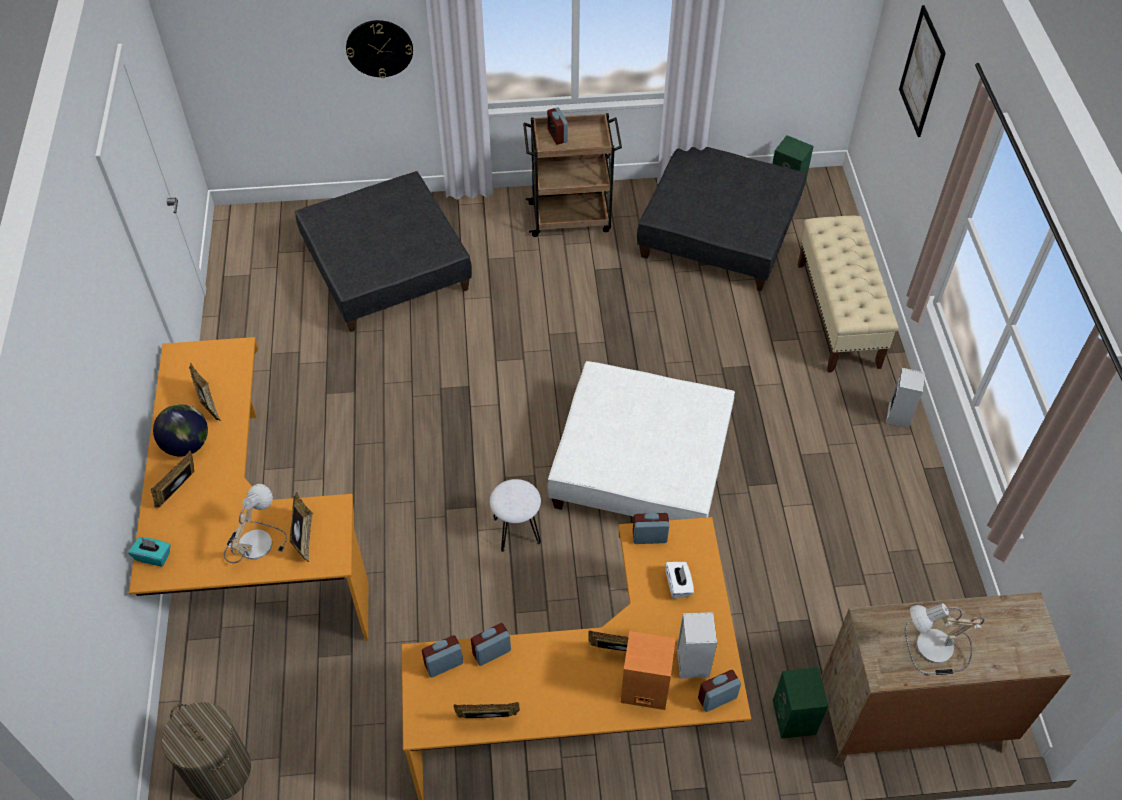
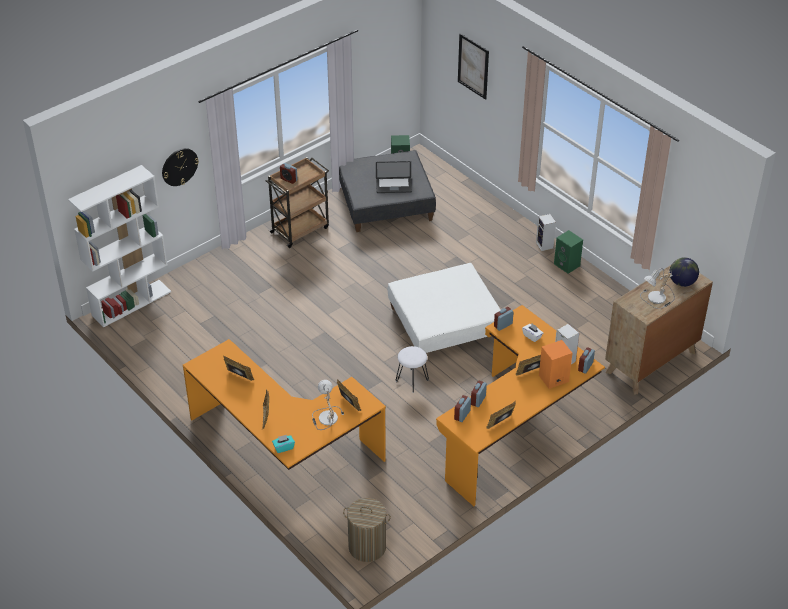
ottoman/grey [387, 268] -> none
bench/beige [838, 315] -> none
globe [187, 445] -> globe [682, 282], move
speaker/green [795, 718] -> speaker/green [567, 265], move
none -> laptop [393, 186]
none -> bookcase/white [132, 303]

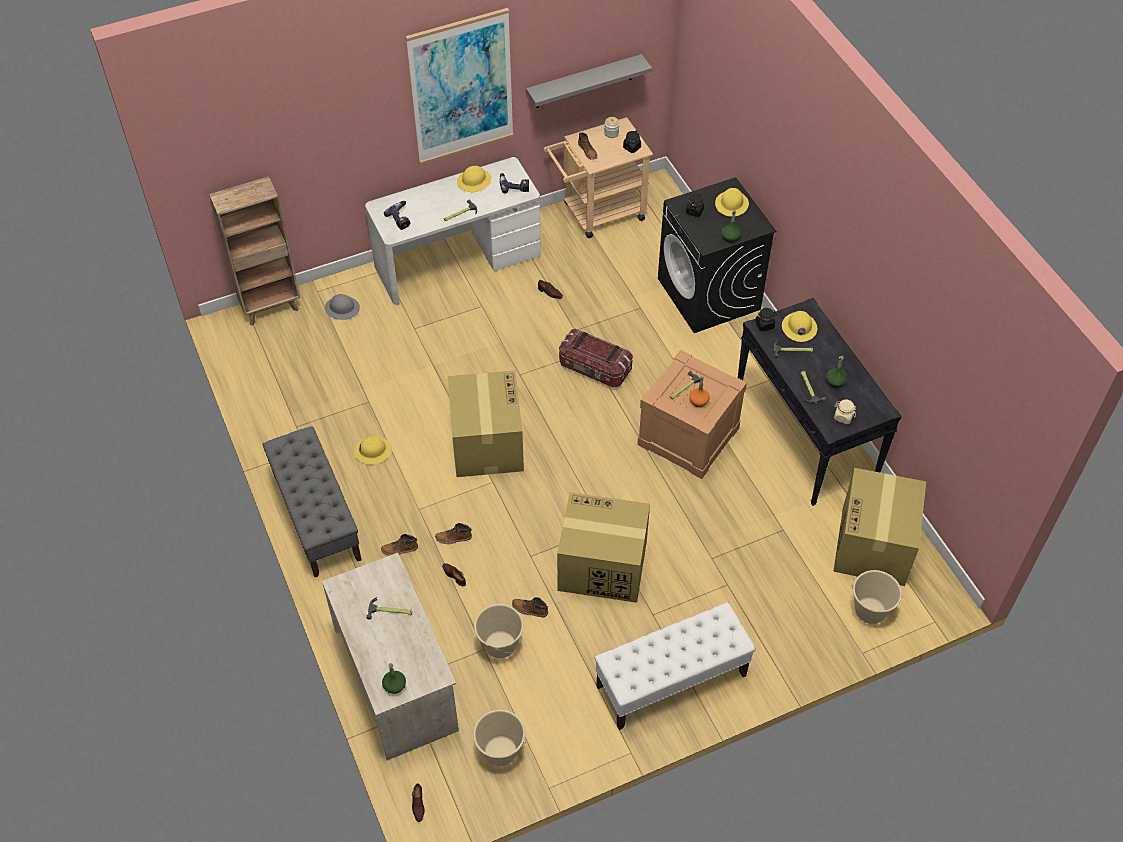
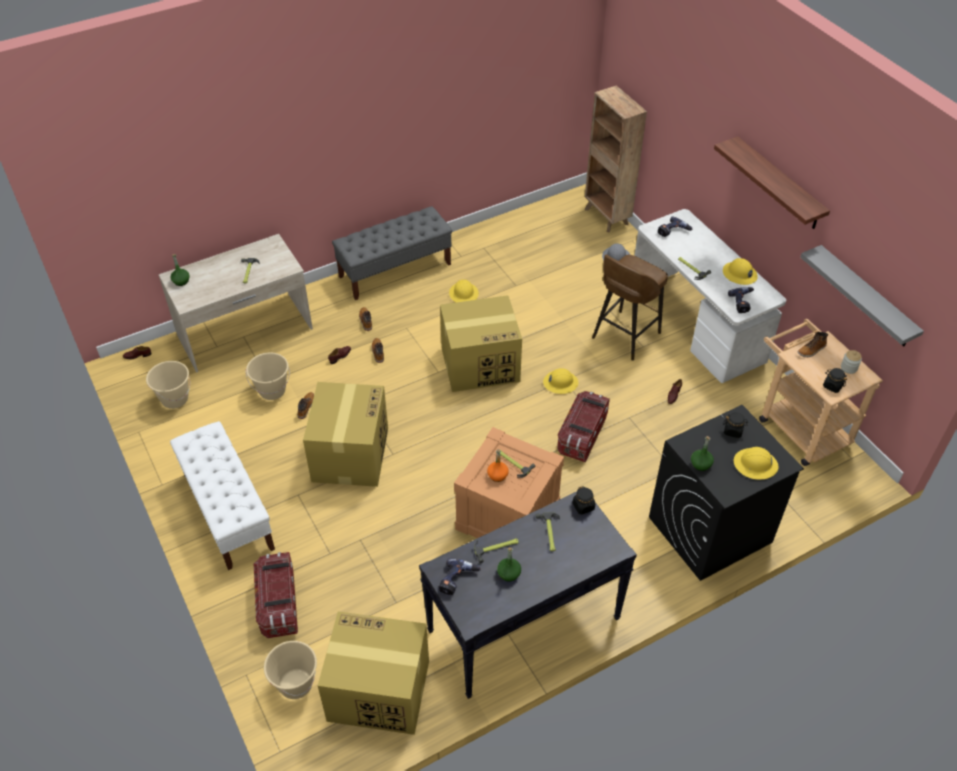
picture [461, 87] -> shelf [778, 184]
hard hat/yellow [799, 328] -> hard hat/yellow [560, 382], move
jar/beige [843, 417] -> power drill [458, 580]
none -> stool/brown [624, 336]
none -> storage box [279, 604]

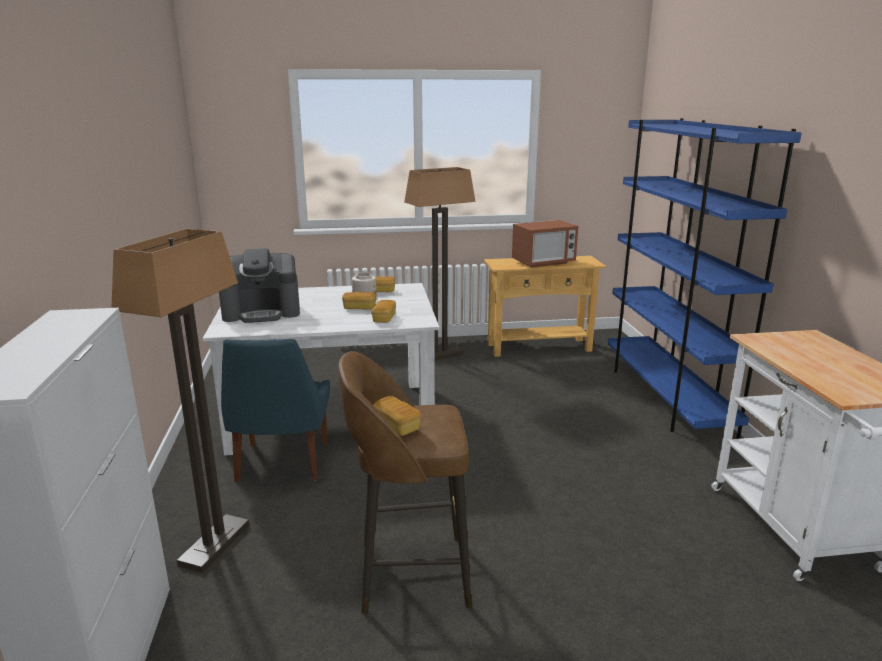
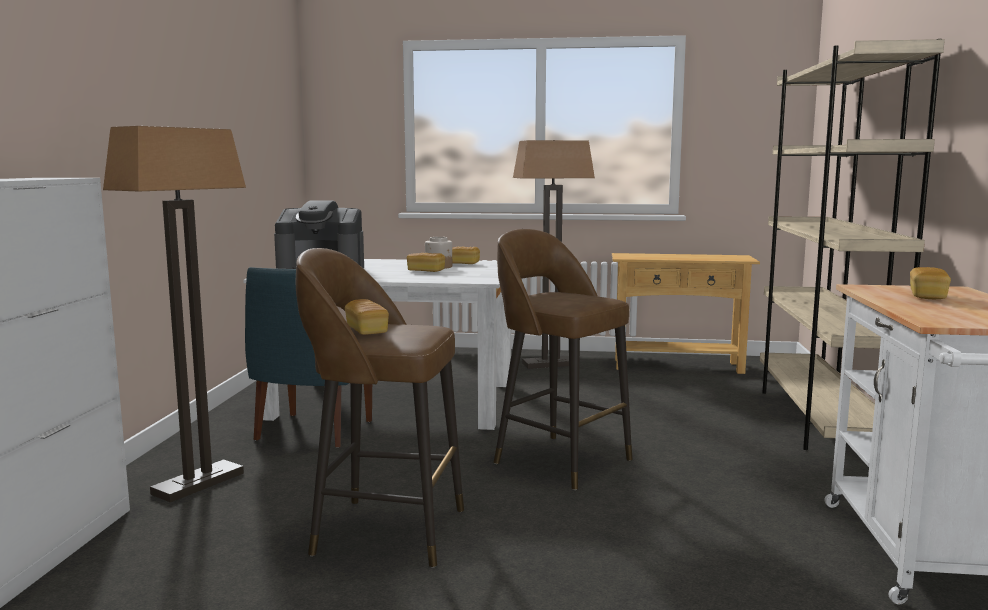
bookcase/blue [666, 397] -> bookcase/beige [819, 420]
microwave [543, 262] -> none
bread [384, 318] -> bread [927, 296], move
none -> stool/brown [559, 460]

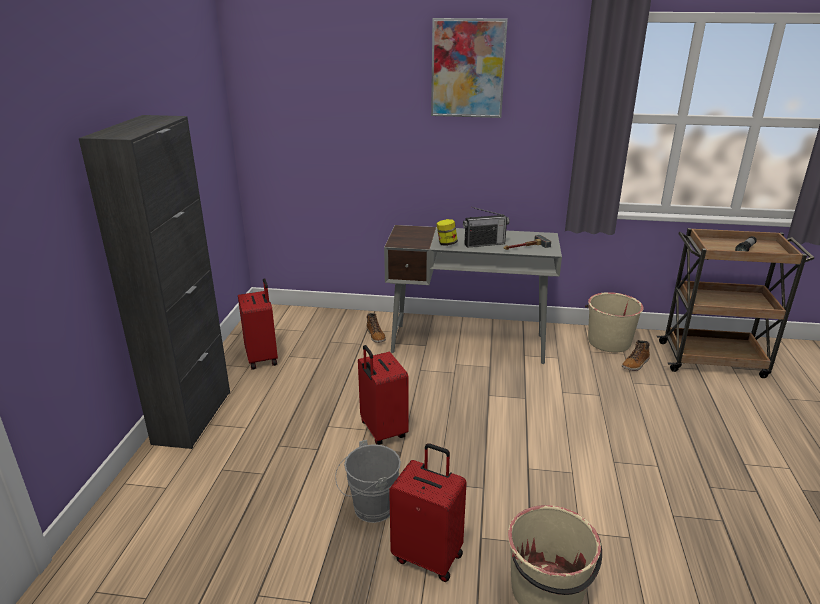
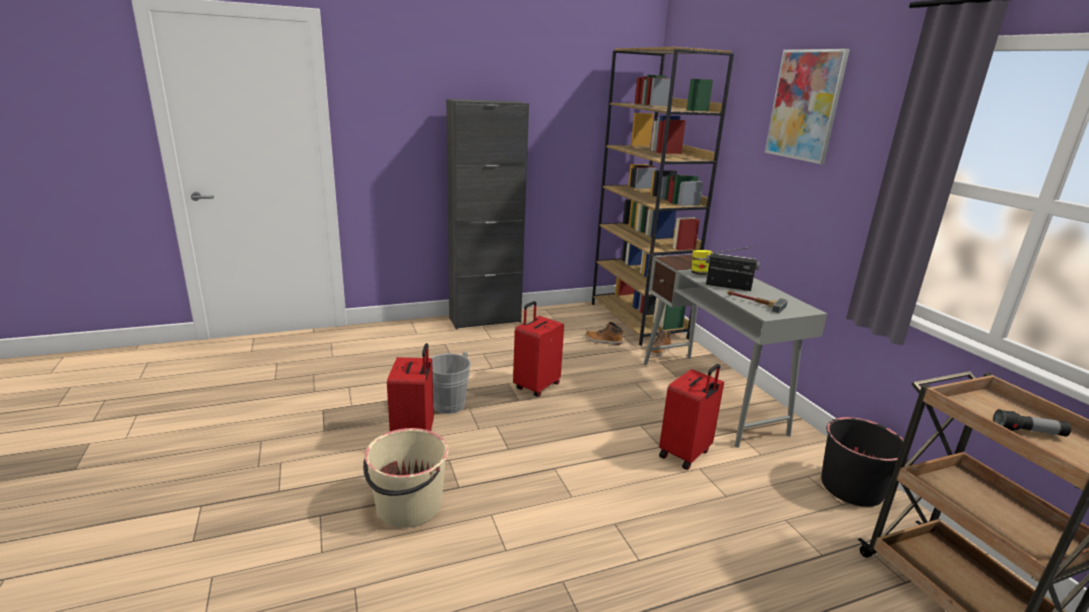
radio [484, 244] -> radio [728, 286], 150 degrees clockwise
suitcase/red [263, 358] -> suitcase/red [686, 454], move
bucket/beige [608, 341] -> bucket/black [852, 487]
boot [635, 364] -> boot [603, 341], move
none -> bookcase/brown [638, 320]

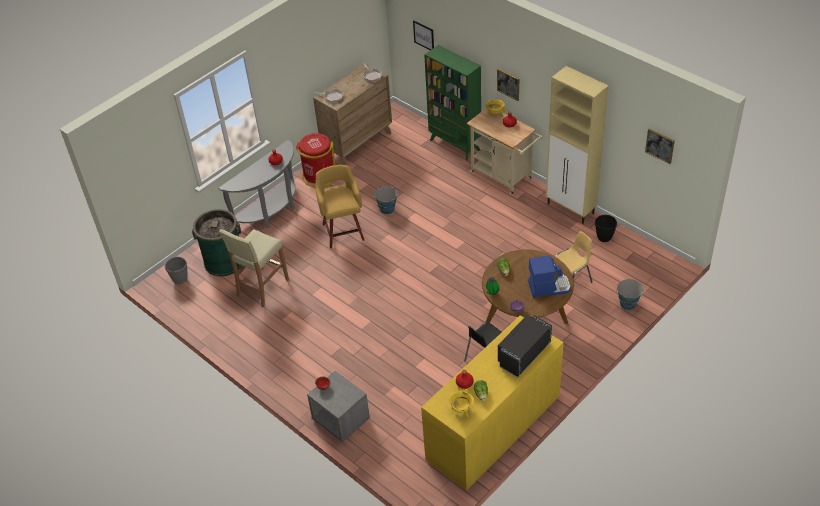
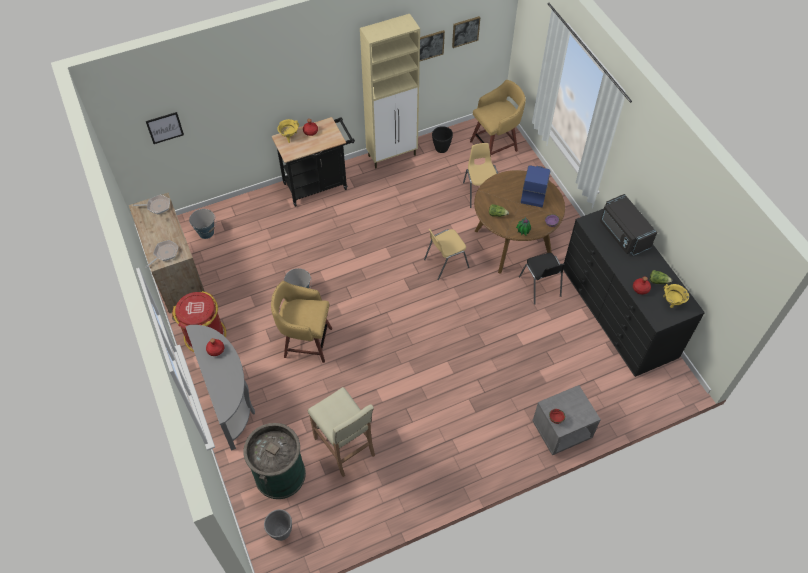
bookcase/green [455, 145] -> none
picture [508, 84] -> picture [430, 45], move
cart/beige [504, 177] -> cart/black [319, 184]
bucket [628, 304] -> bucket [206, 232], move
dresser/yellow [493, 427] -> dresser/black [618, 312]
none -> stool/yellow [495, 146]
none -> chair/yellow [445, 263]

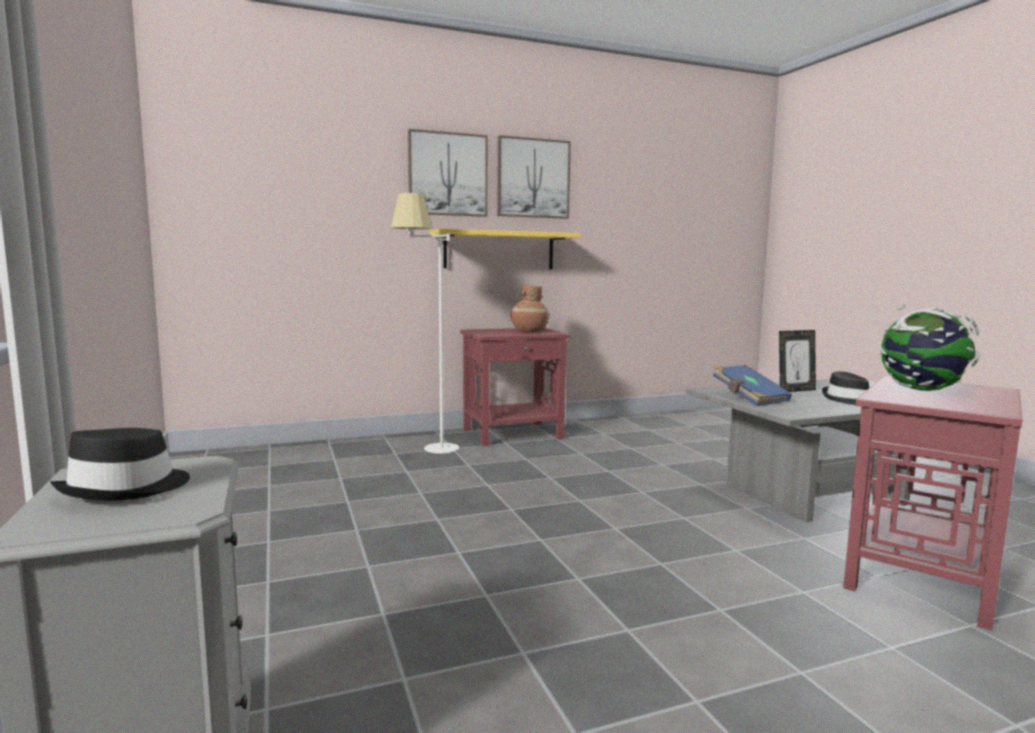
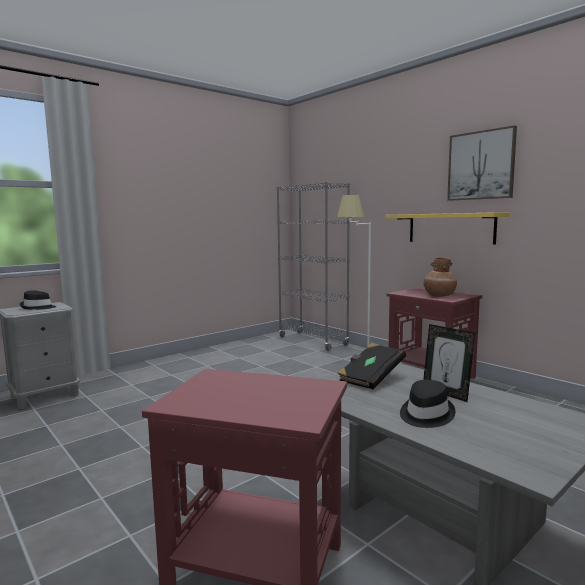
picture [448, 174] -> none
globe [922, 390] -> none
book/blue [749, 398] -> book/black [370, 378]
none -> bookcase/grey [313, 341]

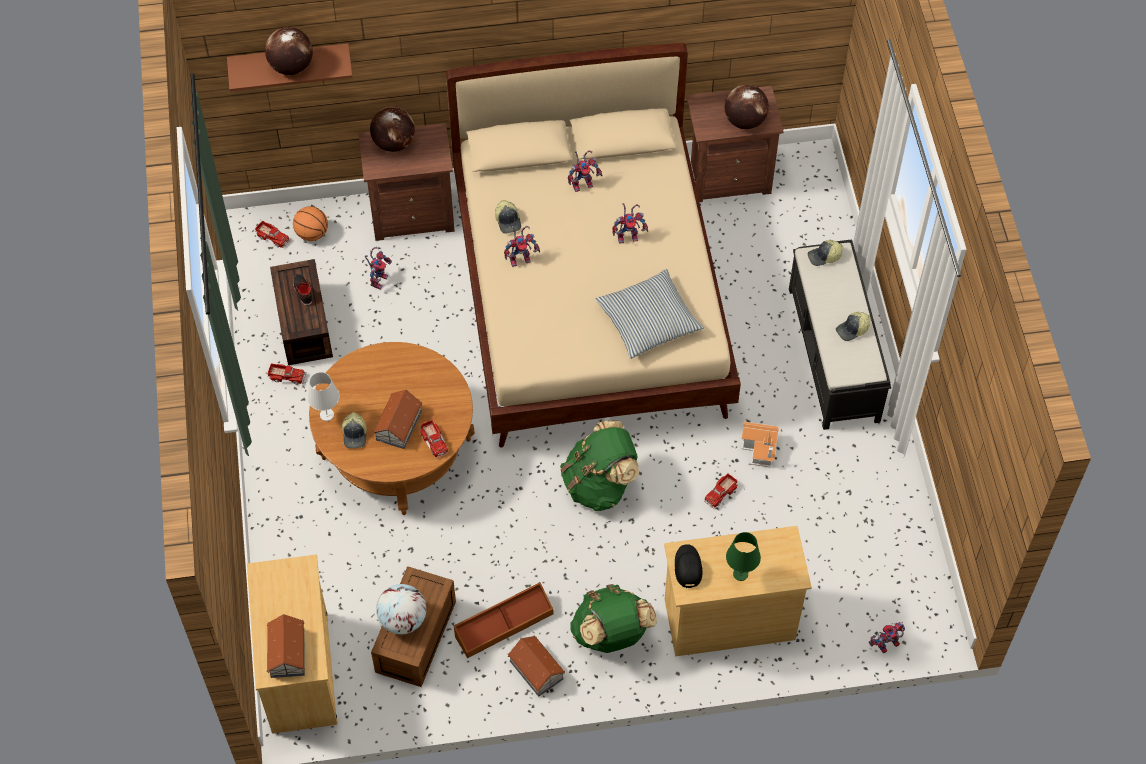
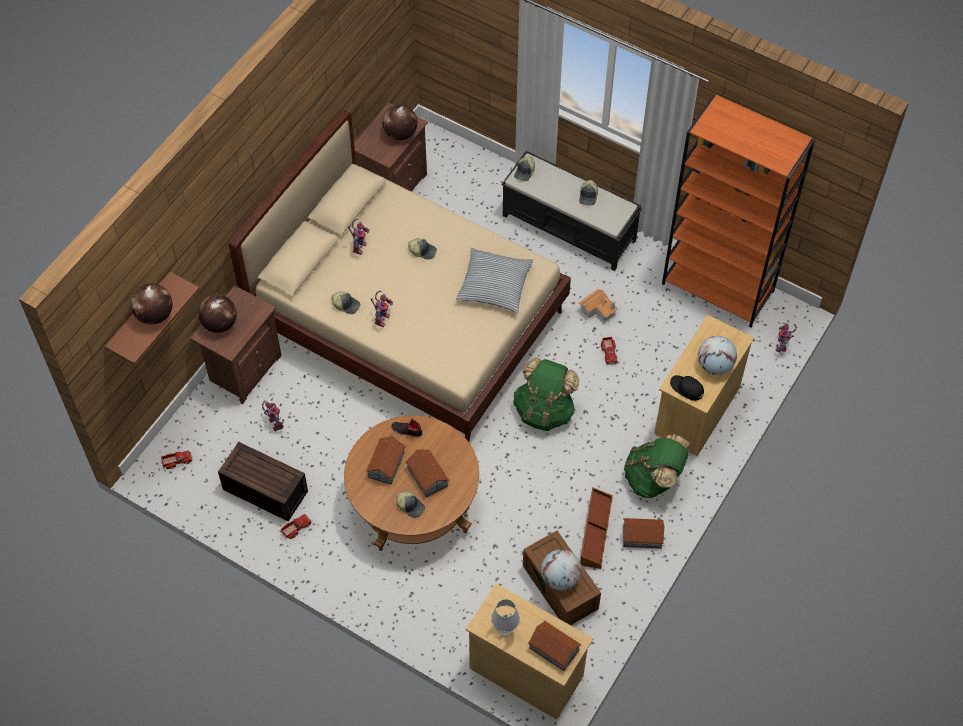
toy robot [629, 235] -> cap [423, 251]
basketball [312, 234] -> none
shoe/black [302, 291] -> shoe/black [406, 431], move
table lamp/white [327, 414] -> table lamp/white [505, 630], move
toy truck [434, 441] -> none
table lamp/green [740, 574] -> globe [714, 365]
none -> bookcase/orange [718, 287]
none -> toy house [385, 465]

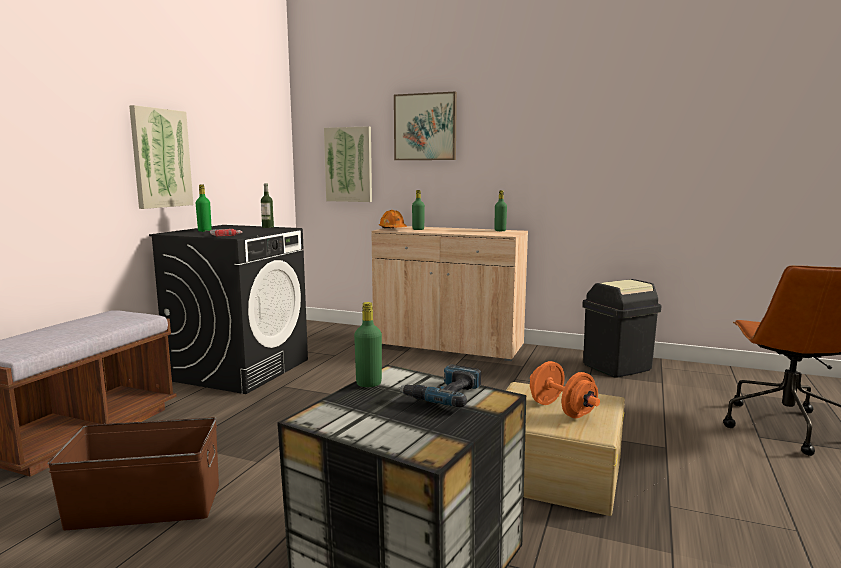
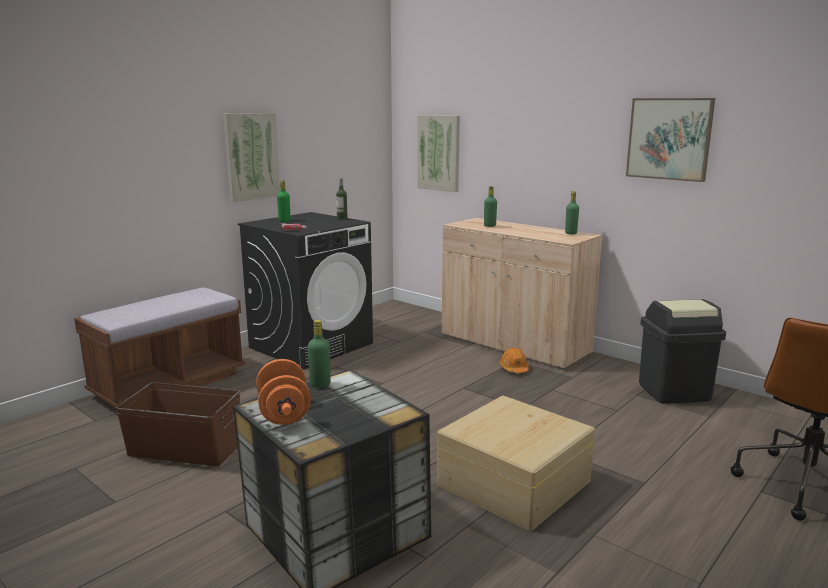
picture [425, 127] -> picture [669, 139], move
hard hat/orange [393, 229] -> hard hat/orange [514, 368], move
dumbbell/orange [561, 410] -> dumbbell/orange [284, 413], move
power drill [444, 393] -> none

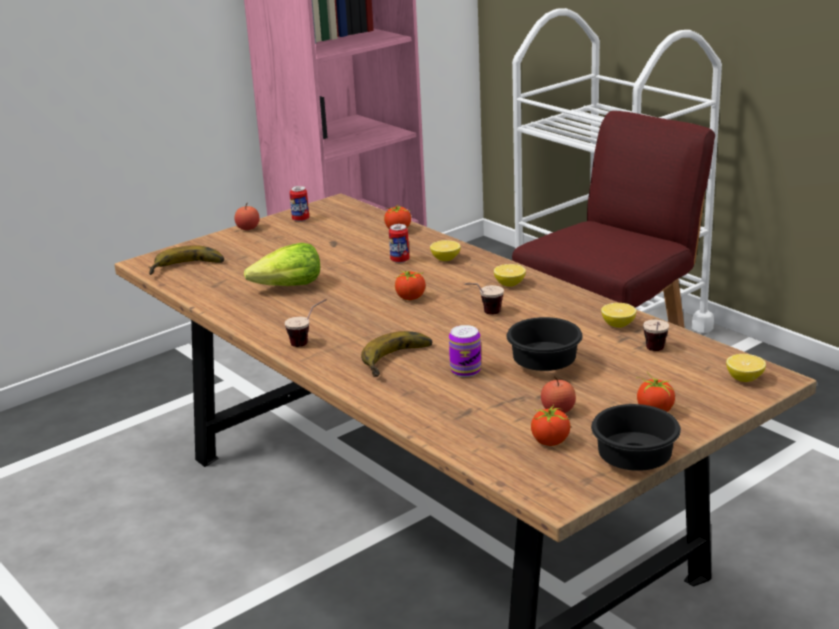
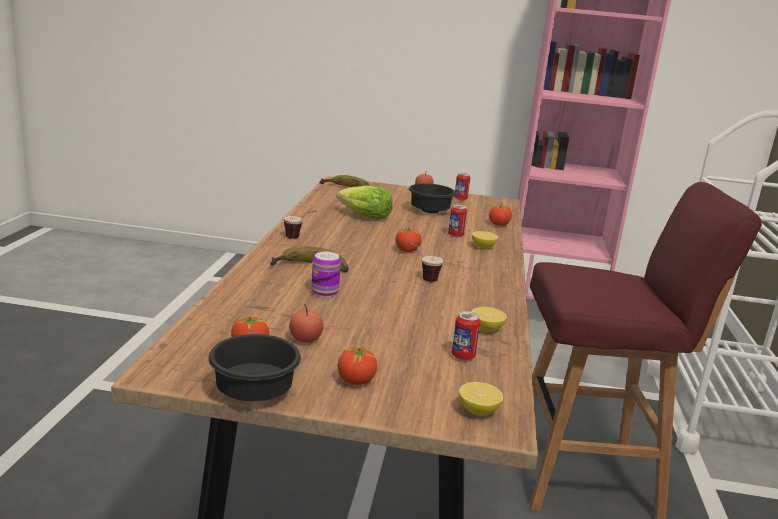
lemon [509, 284] -> none
bowl/black [547, 366] -> bowl/black [430, 212], move
cup [656, 352] -> can [463, 356]

